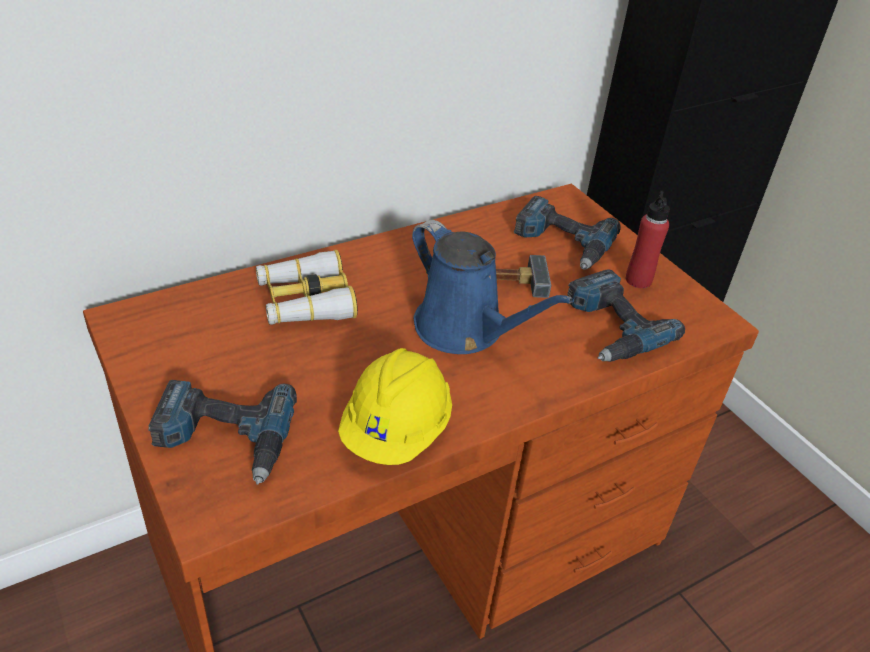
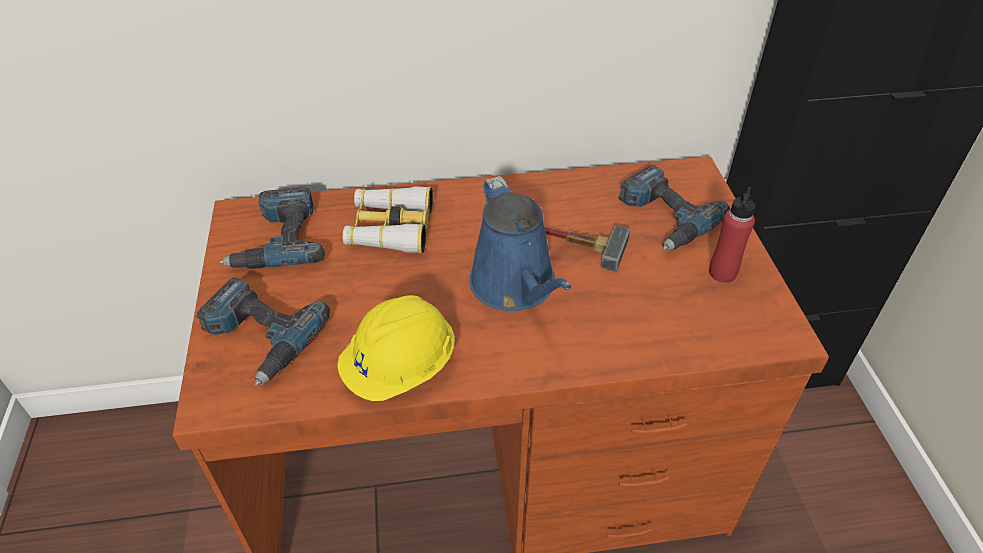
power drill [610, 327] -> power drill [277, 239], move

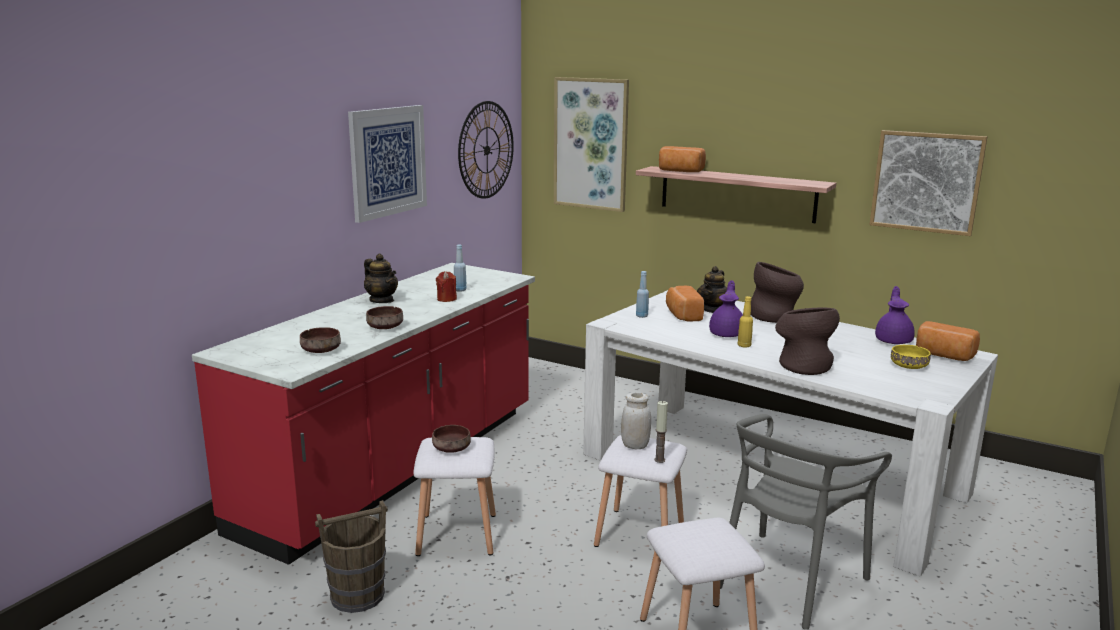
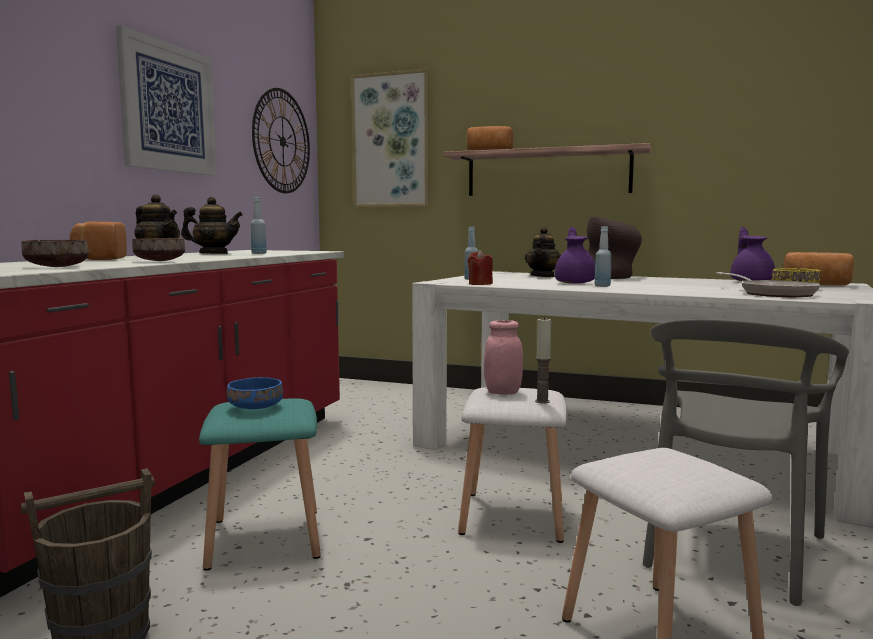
picture [926, 182] -> none
candle/red [446, 299] -> candle/red [480, 284], move
bread [682, 315] -> bread [99, 259], move
bottle/yellow [744, 345] -> bottle/blue [602, 286]
vase/brown [802, 365] -> none
jar/white [635, 446] -> jar/pink [502, 392]
bowl/brown [452, 449] -> bowl/blue [256, 407]
stool/white [456, 533] -> stool/turquoise [264, 537]
none -> teapot [213, 254]
none -> frying pan [772, 293]

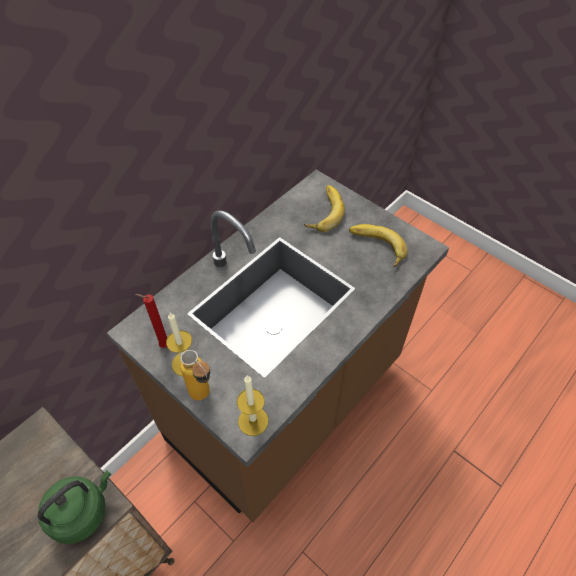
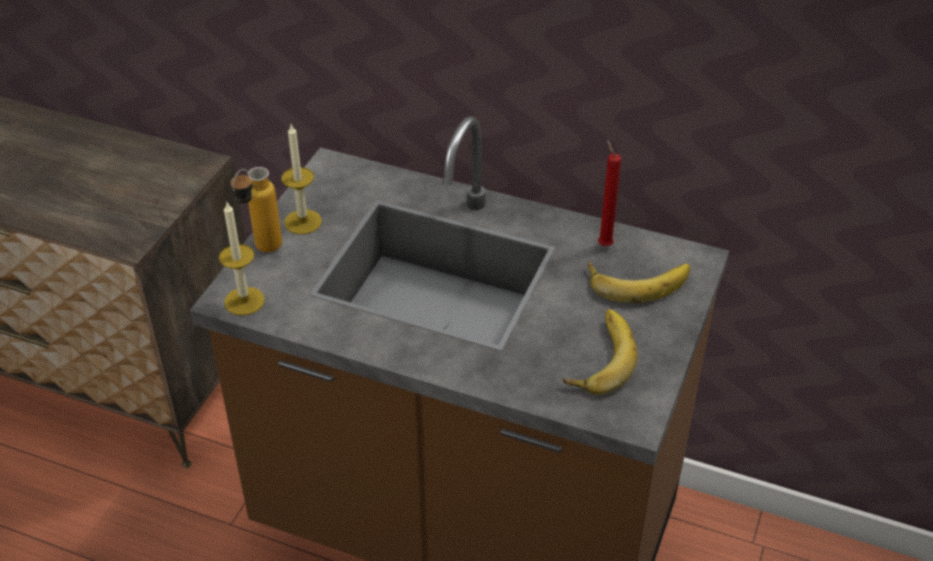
candle/red [163, 345] -> candle/red [603, 244], move
kettle/green [82, 511] -> none

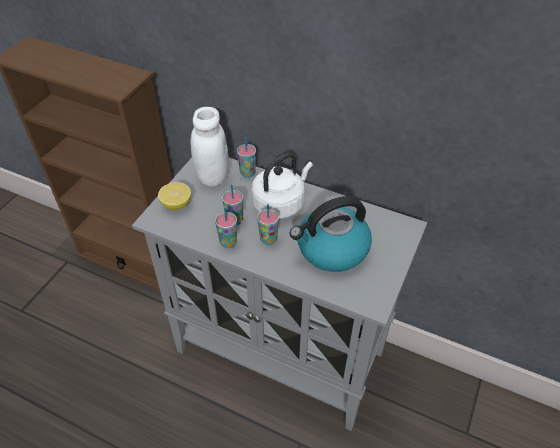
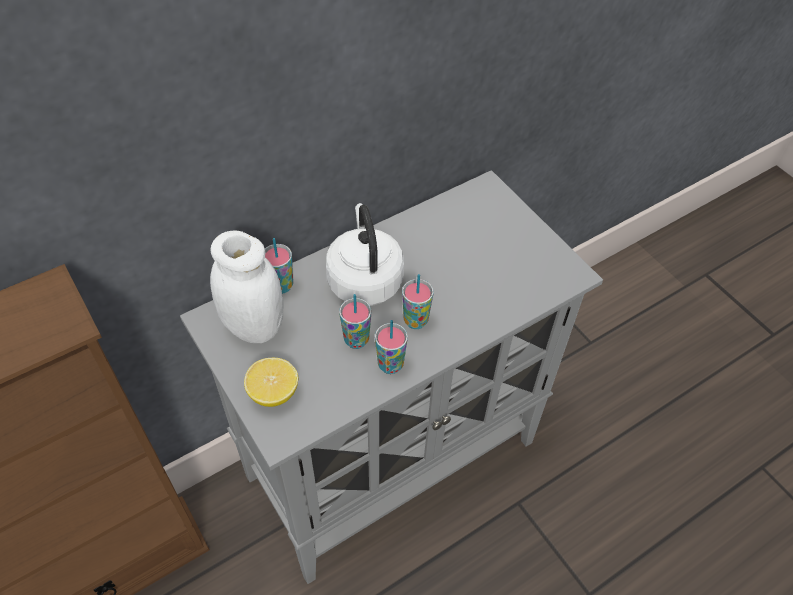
kettle [331, 249] -> none

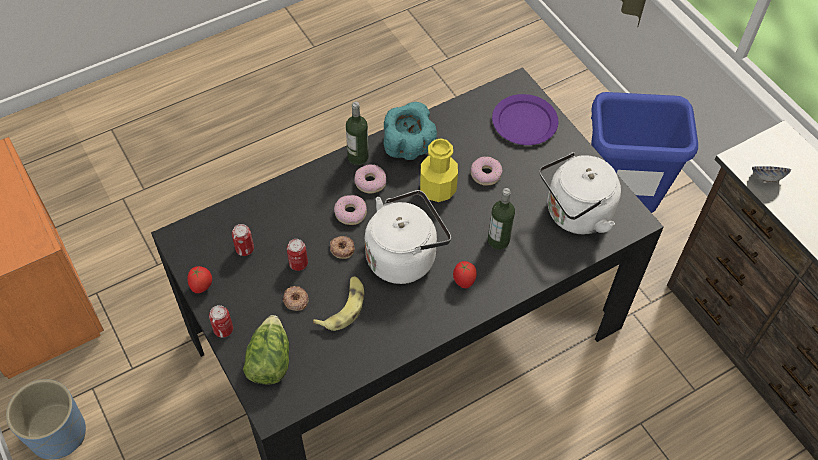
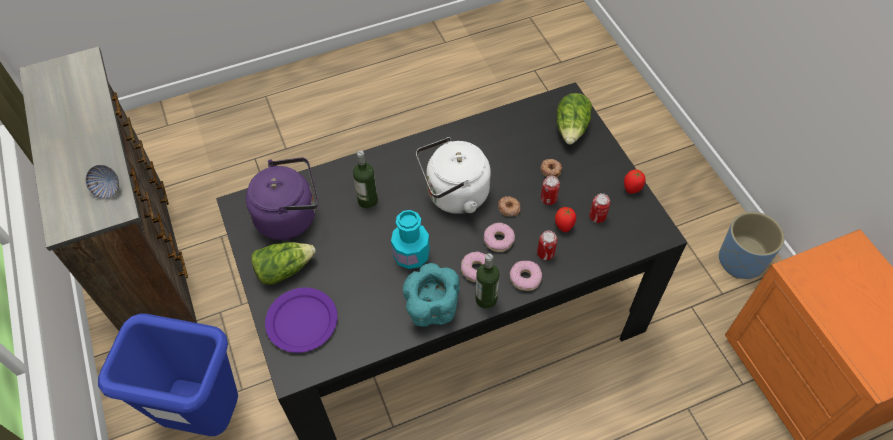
bottle/yellow [438, 189] -> bottle/turquoise [411, 255]
kettle/white [575, 214] -> kettle/purple [290, 216]
donut [485, 174] -> donut [525, 278], move
tomato [463, 281] -> tomato [563, 226], move
banana [343, 307] -> none
can [223, 329] -> can [545, 253], move
none -> lettuce [284, 269]

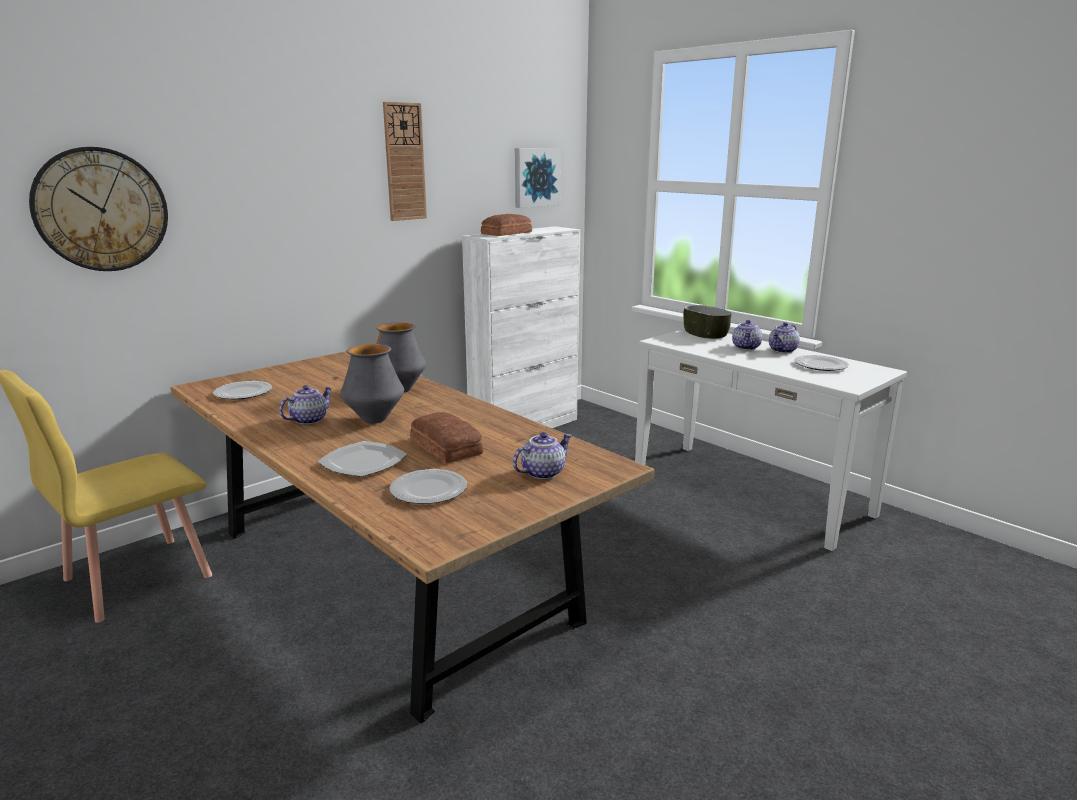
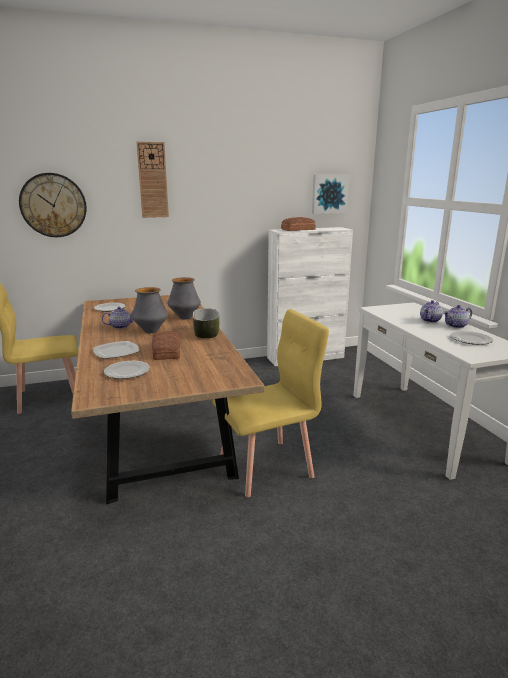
wall clock [404, 162] -> wall clock [153, 180], move
bowl [705, 334] -> bowl [206, 333], move
teapot [542, 472] -> none
none -> chair/yellow [267, 467]

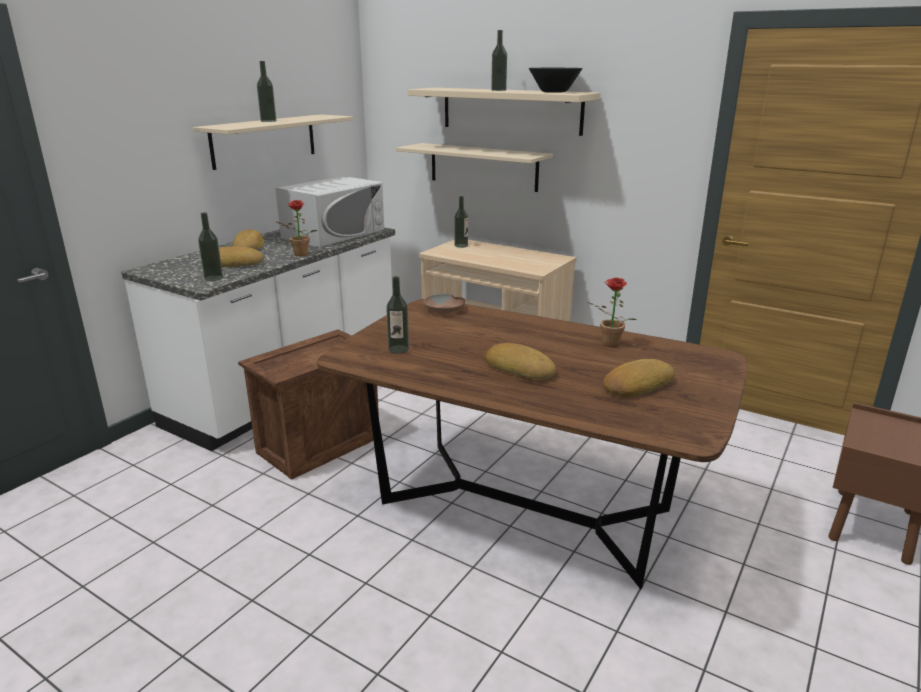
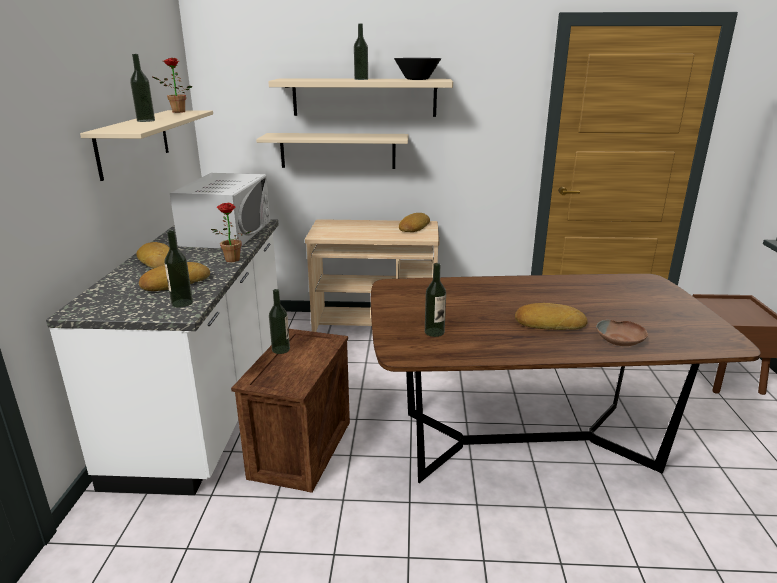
bottle [461, 246] -> bottle [281, 349], move
potted plant [607, 344] -> potted plant [176, 112], move
bowl/brown [445, 310] -> bowl/brown [621, 340], move
bread [637, 384] -> bread [413, 227], move

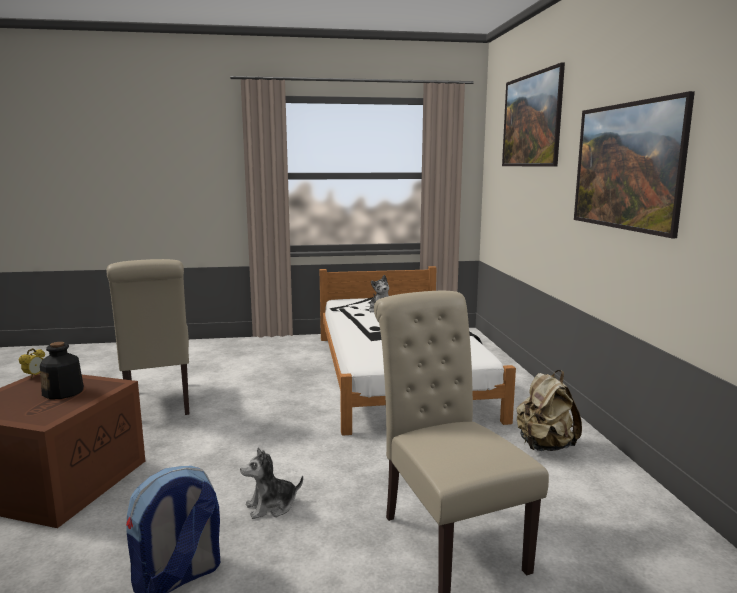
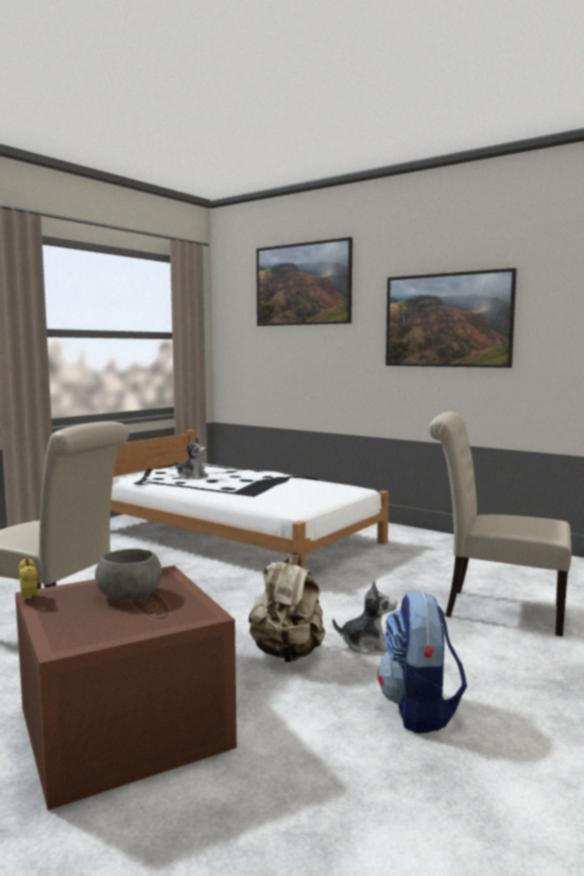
bottle [63, 392] -> bowl/grey [130, 595]
backpack/beige [544, 446] -> backpack/beige [288, 653], move
plush toy [271, 506] -> plush toy [366, 644], 105 degrees counterclockwise

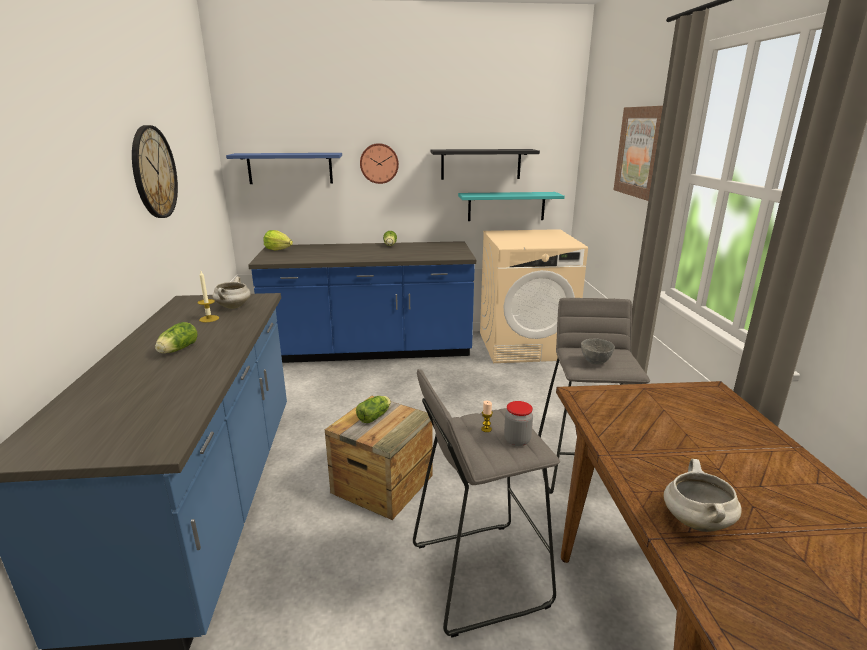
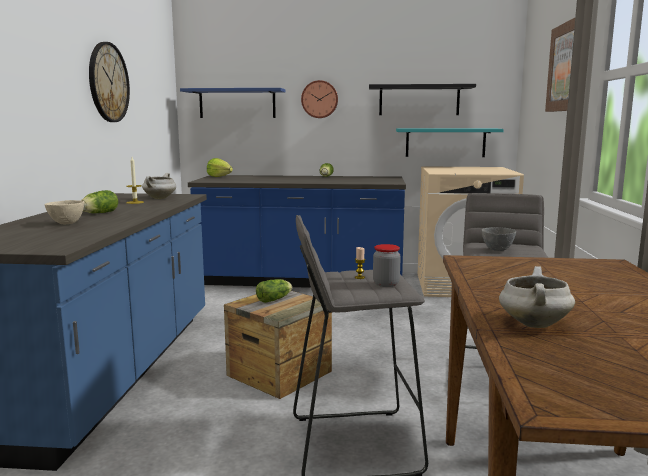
none -> bowl/beige [66, 223]

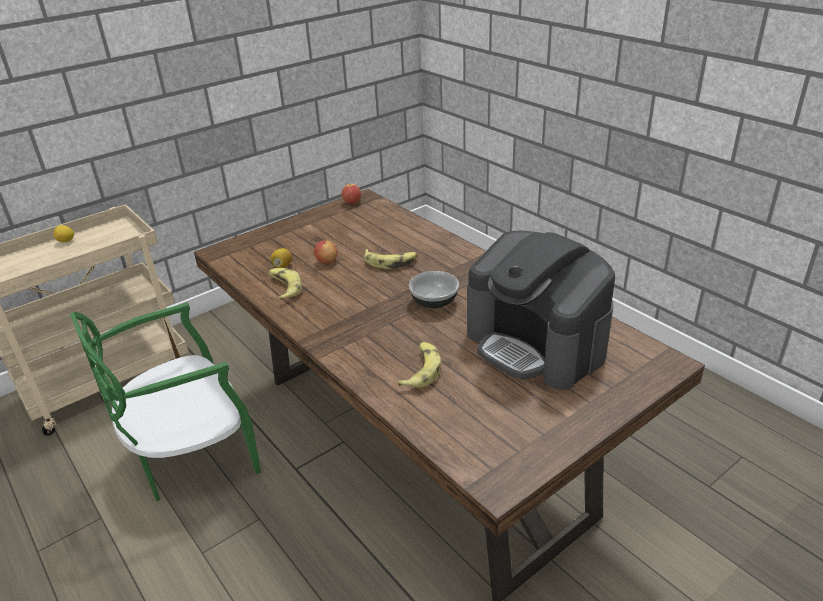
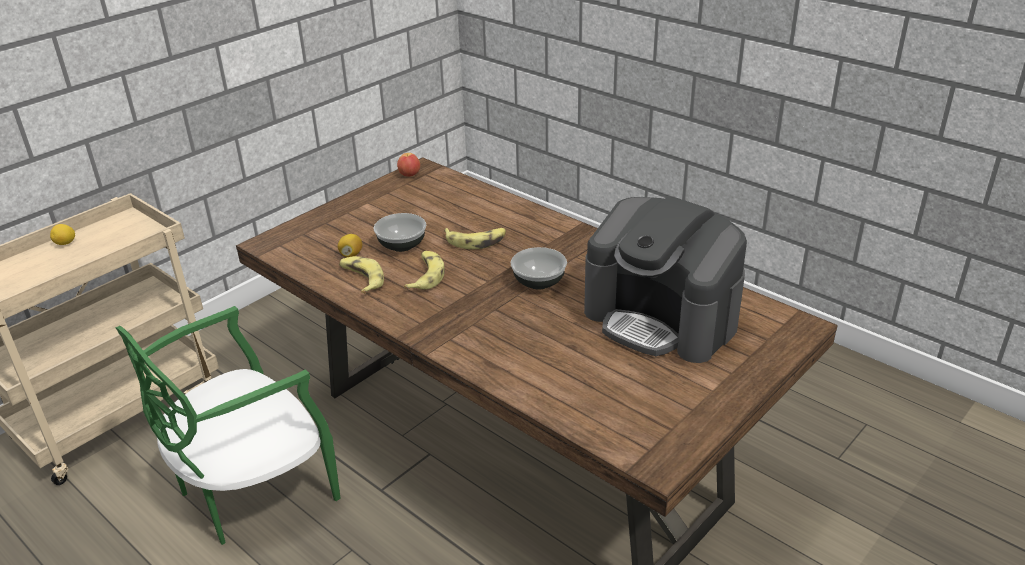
apple [326, 261] -> bowl [401, 245]
banana [421, 370] -> banana [425, 276], move

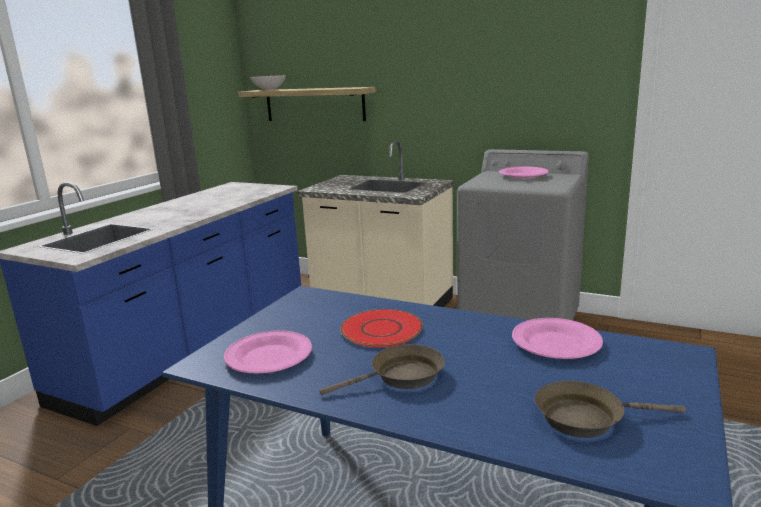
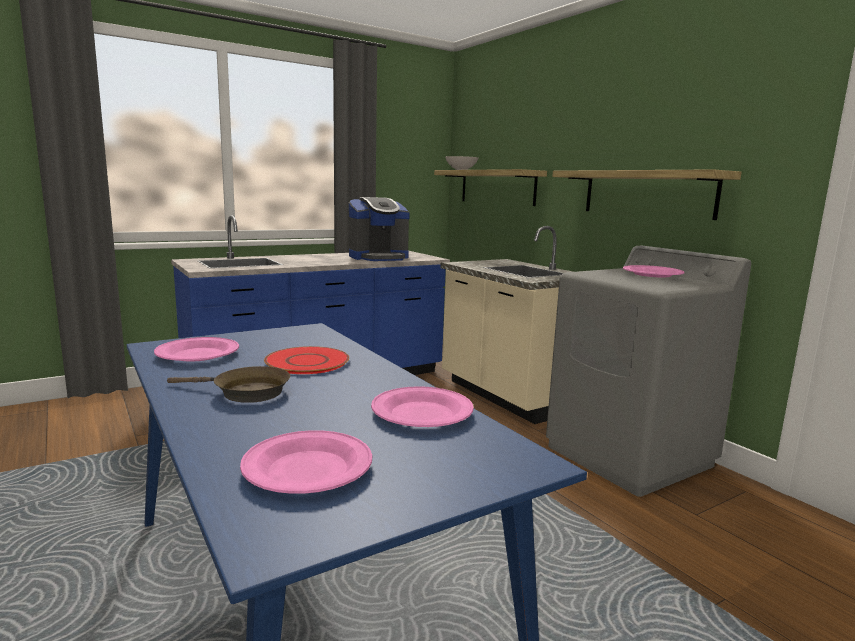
frying pan/brown [585, 418] -> plate/pink [307, 468]
none -> shelf [647, 193]
none -> coffee machine [378, 257]

